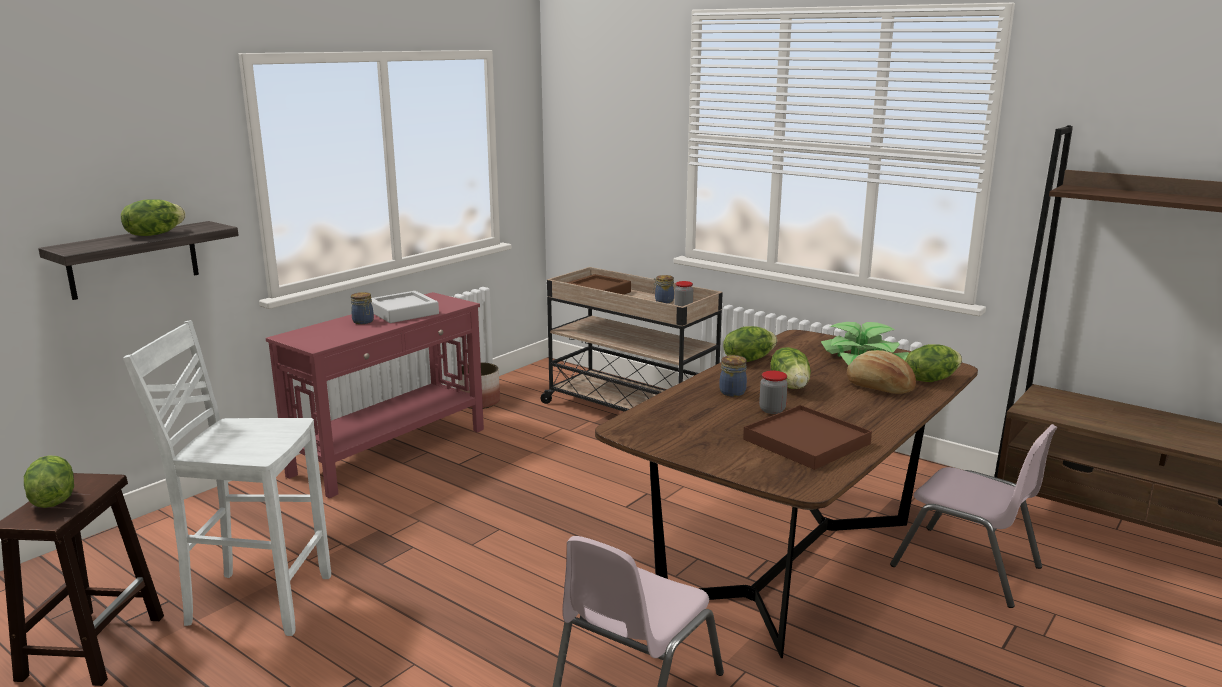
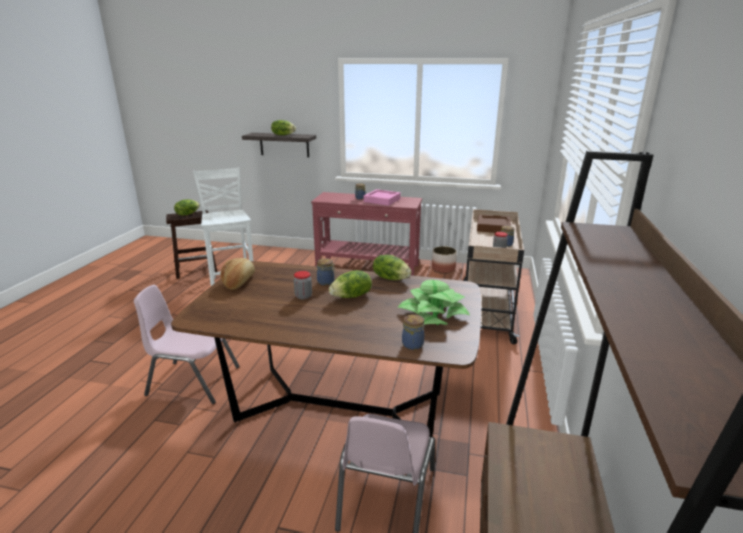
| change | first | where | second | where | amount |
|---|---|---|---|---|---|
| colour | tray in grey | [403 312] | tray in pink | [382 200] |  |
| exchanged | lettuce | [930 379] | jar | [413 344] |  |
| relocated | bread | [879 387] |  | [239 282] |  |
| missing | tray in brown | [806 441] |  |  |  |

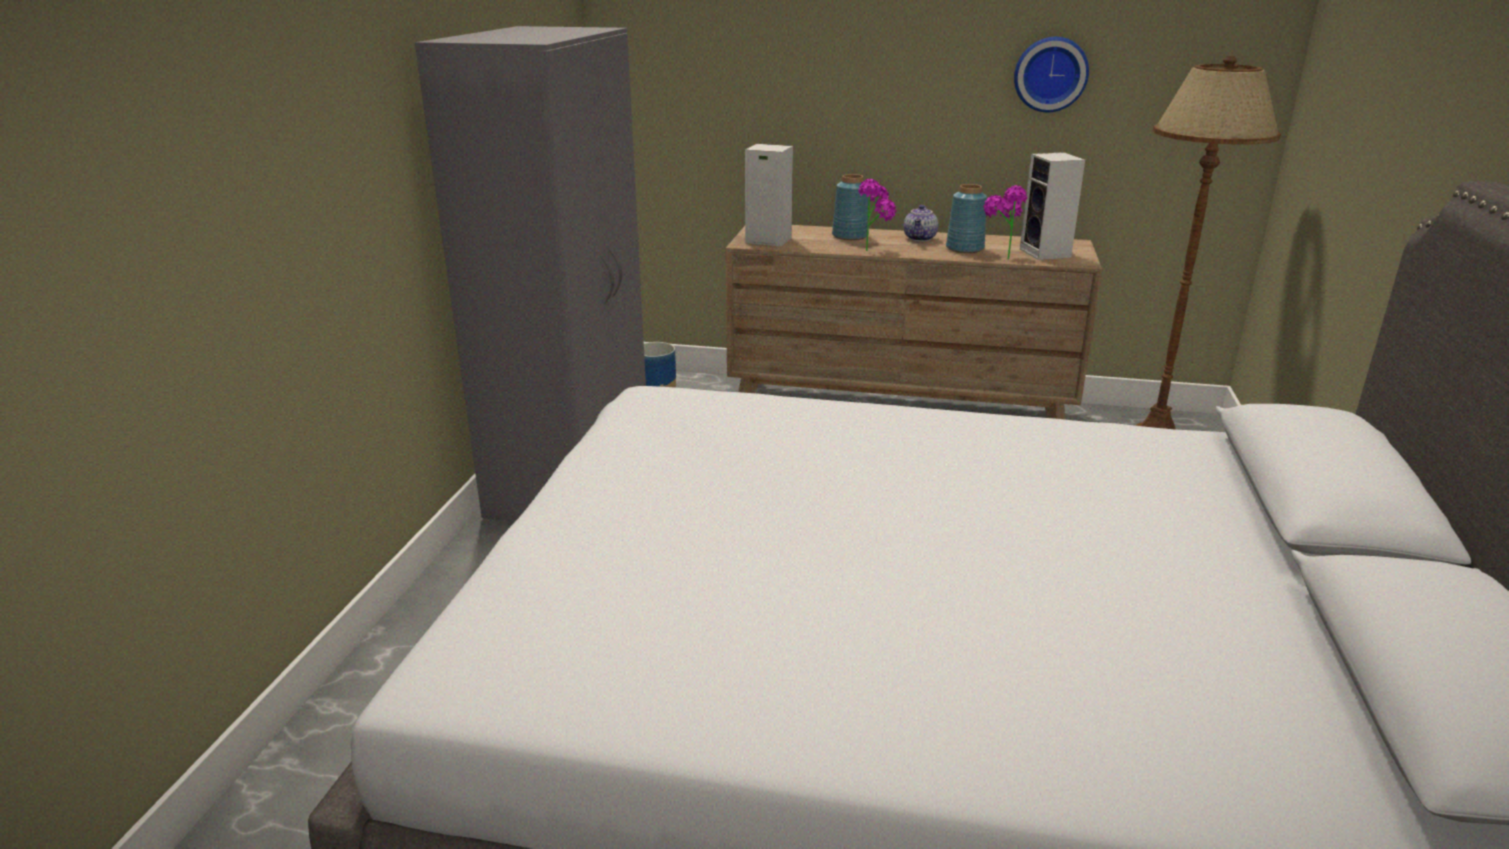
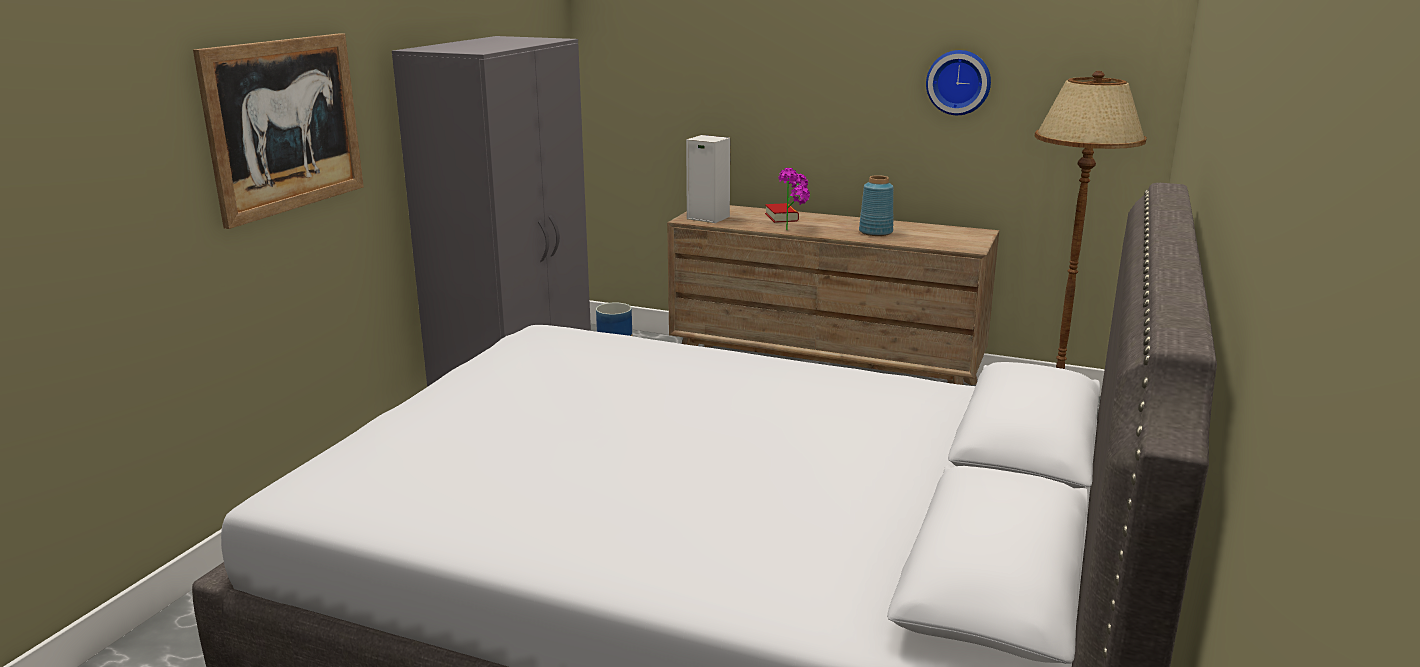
| change | first | where | second | where | amount |
|---|---|---|---|---|---|
| missing | speaker | [1047 254] |  |  |  |
| exchanged | vase in blue | [849 236] | book | [781 217] |  |
| missing | potted plant | [999 257] |  |  |  |
| missing | teapot | [920 238] |  |  |  |
| appeared |  |  | picture | [284 125] |  |

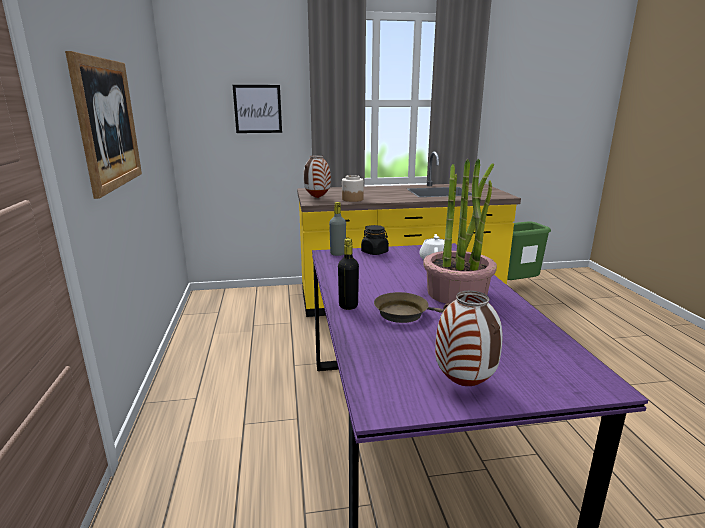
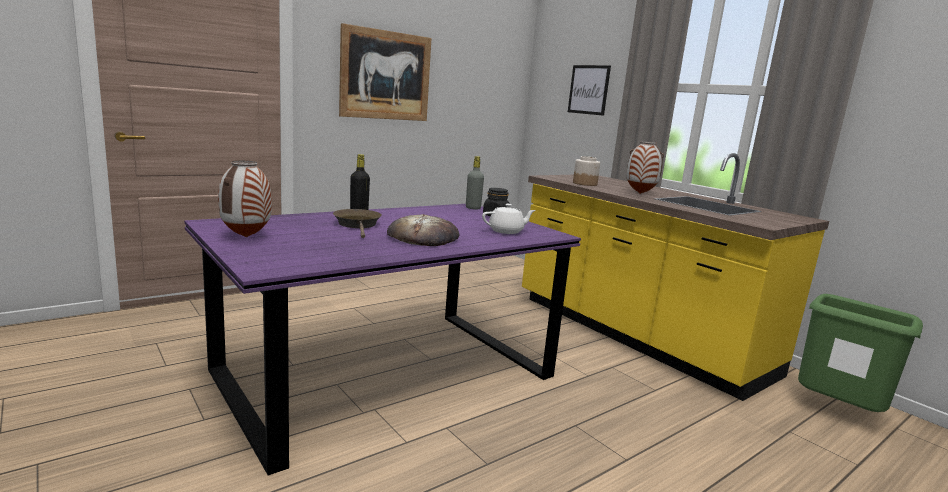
| change | first | where | second | where | amount |
|---|---|---|---|---|---|
| relocated | vase | [317 198] |  | [640 193] |  |
| exchanged | potted plant | [457 293] | bread | [423 237] |  |

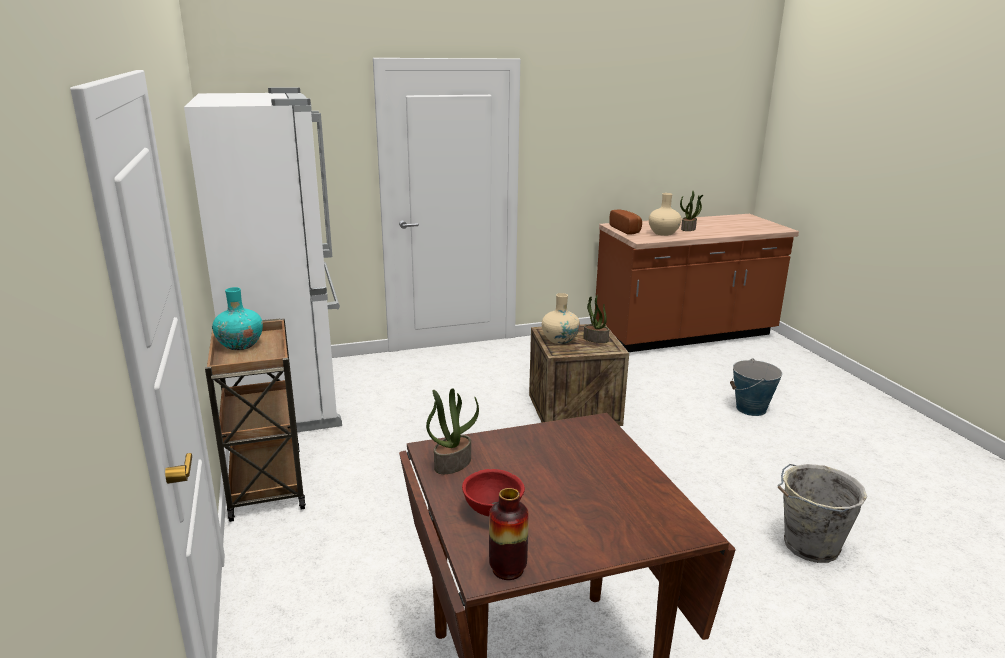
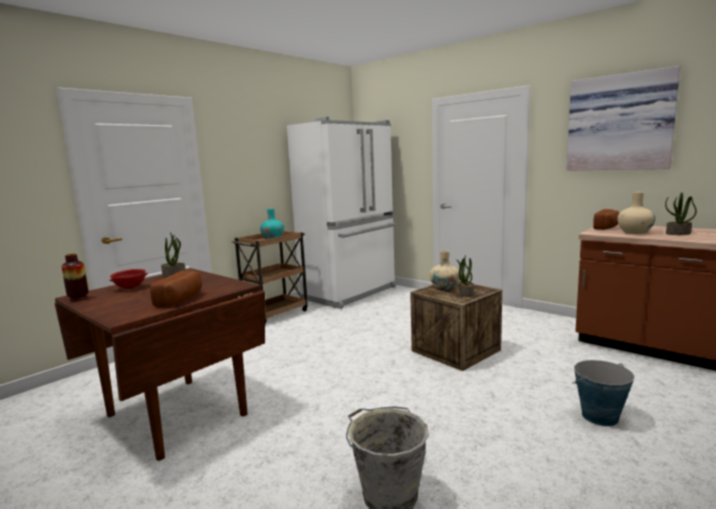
| change | first | where | second | where | amount |
|---|---|---|---|---|---|
| appeared |  |  | picture | [619 123] |  |
| appeared |  |  | bread | [182 299] |  |

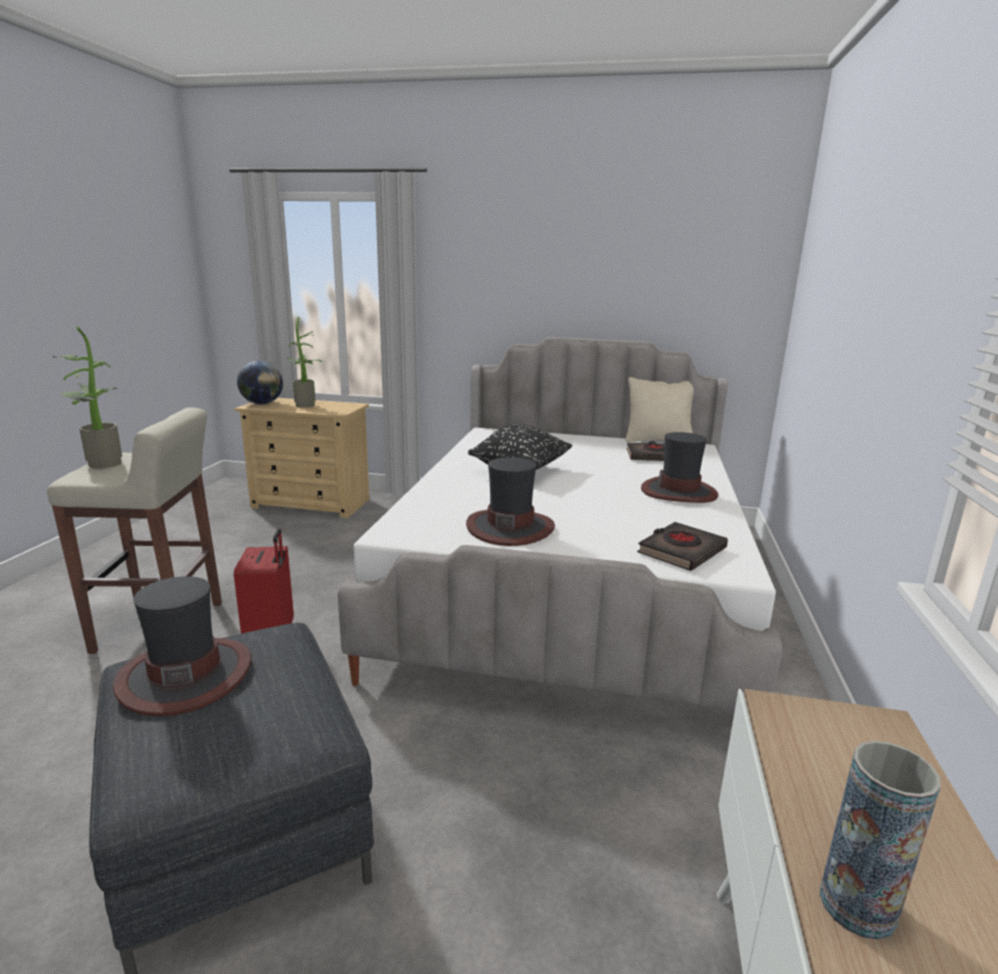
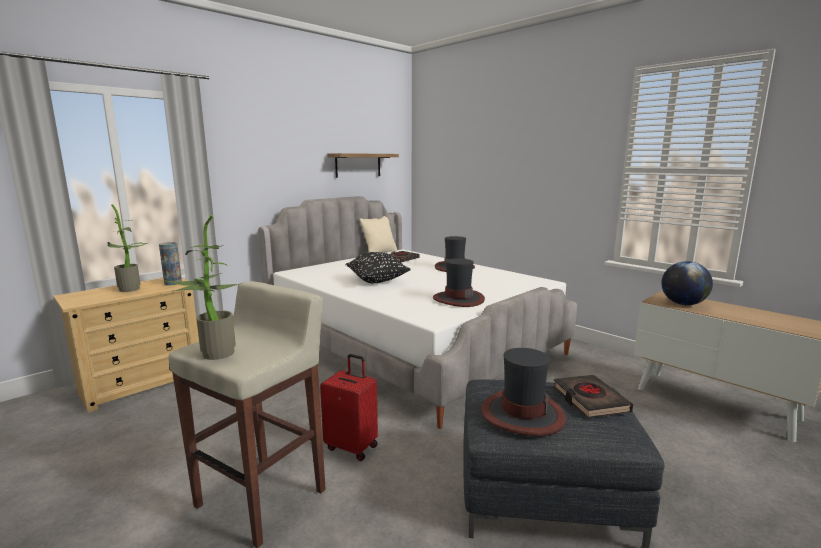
| change | first | where | second | where | amount |
|---|---|---|---|---|---|
| relocated | globe | [262 404] |  | [683 304] |  |
| relocated | book in black | [681 551] |  | [590 400] |  |
| relocated | vase | [857 905] |  | [173 283] |  |
| appeared |  |  | shelf | [358 165] |  |

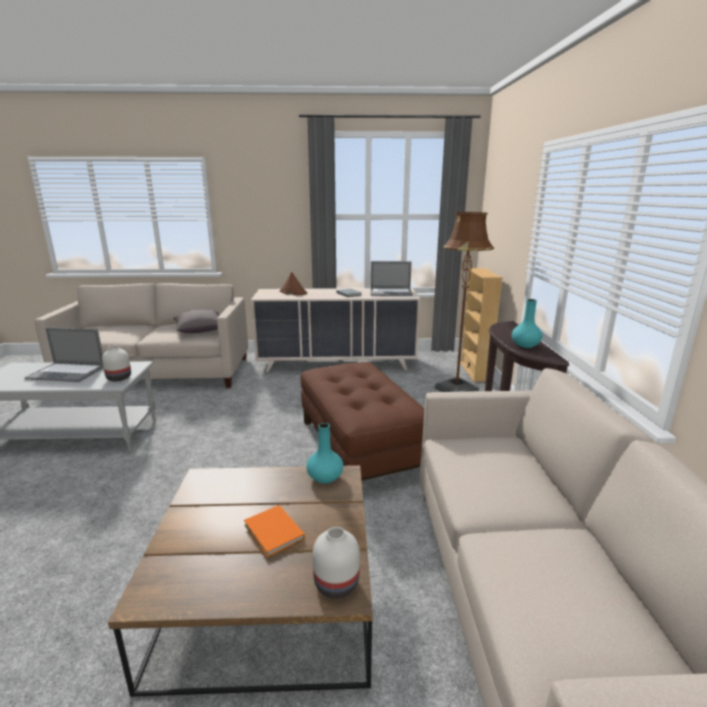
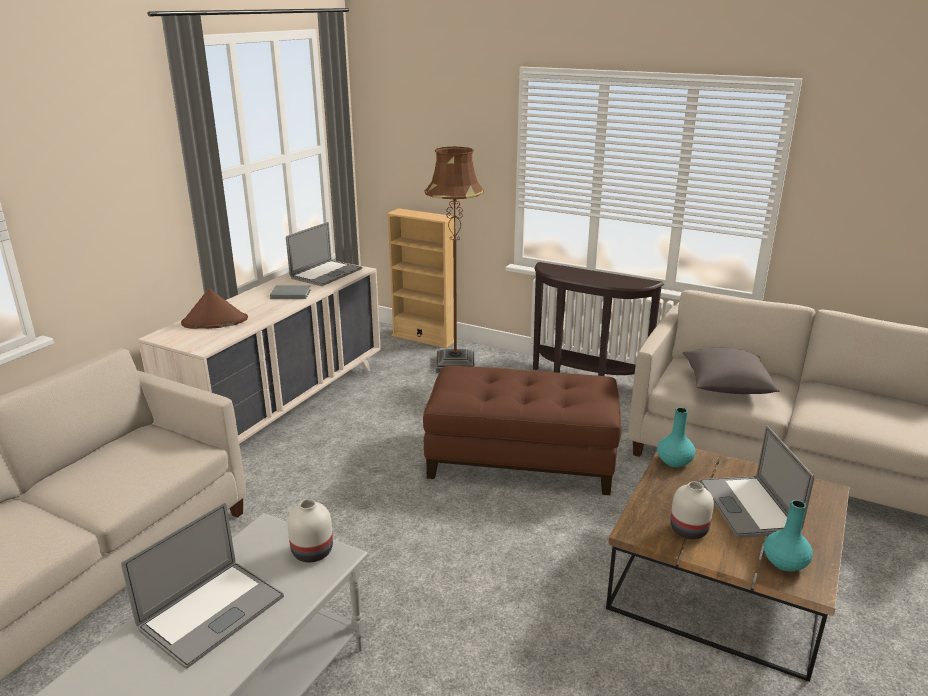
| change | first | where | second | where | amount |
|---|---|---|---|---|---|
| relocated | vase in turquoise | [525 345] |  | [784 563] |  |
| relocated | pillow in grey | [199 331] |  | [726 386] |  |
| exchanged | book in orange | [273 533] | laptop | [748 506] |  |
| relocated | vase in white | [335 584] |  | [689 531] |  |

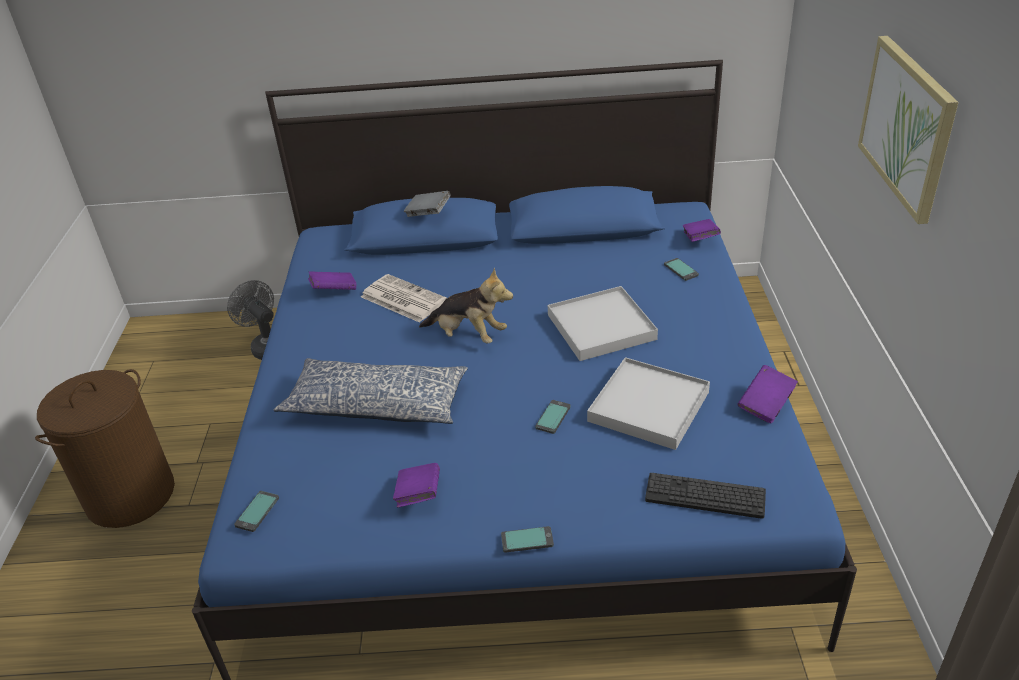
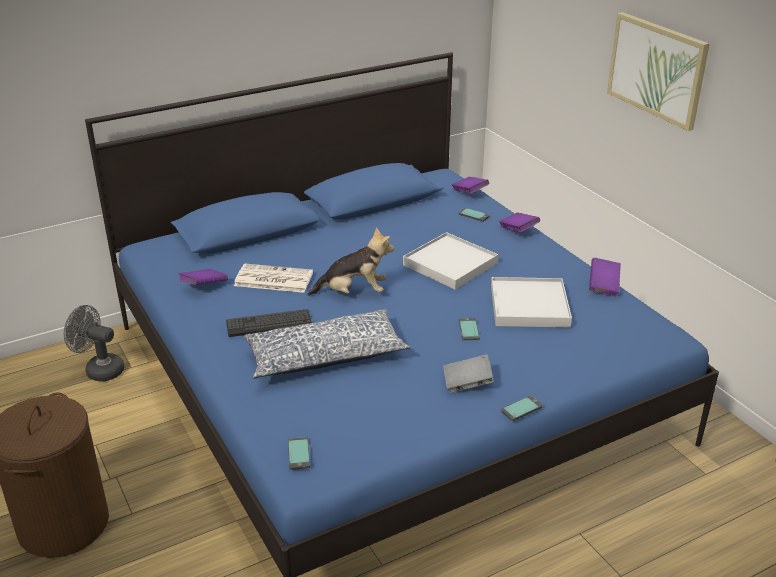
| change | first | where | second | where | amount |
|---|---|---|---|---|---|
| relocated | book in grey | [428 213] |  | [467 383] |  |
| relocated | book in purple | [419 495] |  | [518 230] |  |
| relocated | keyboard | [705 496] |  | [269 324] |  |

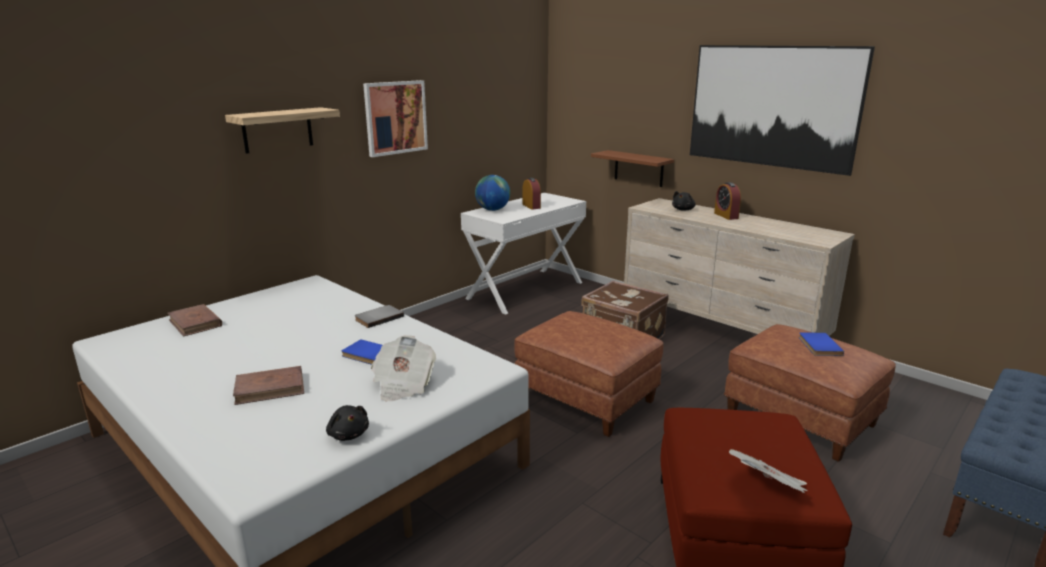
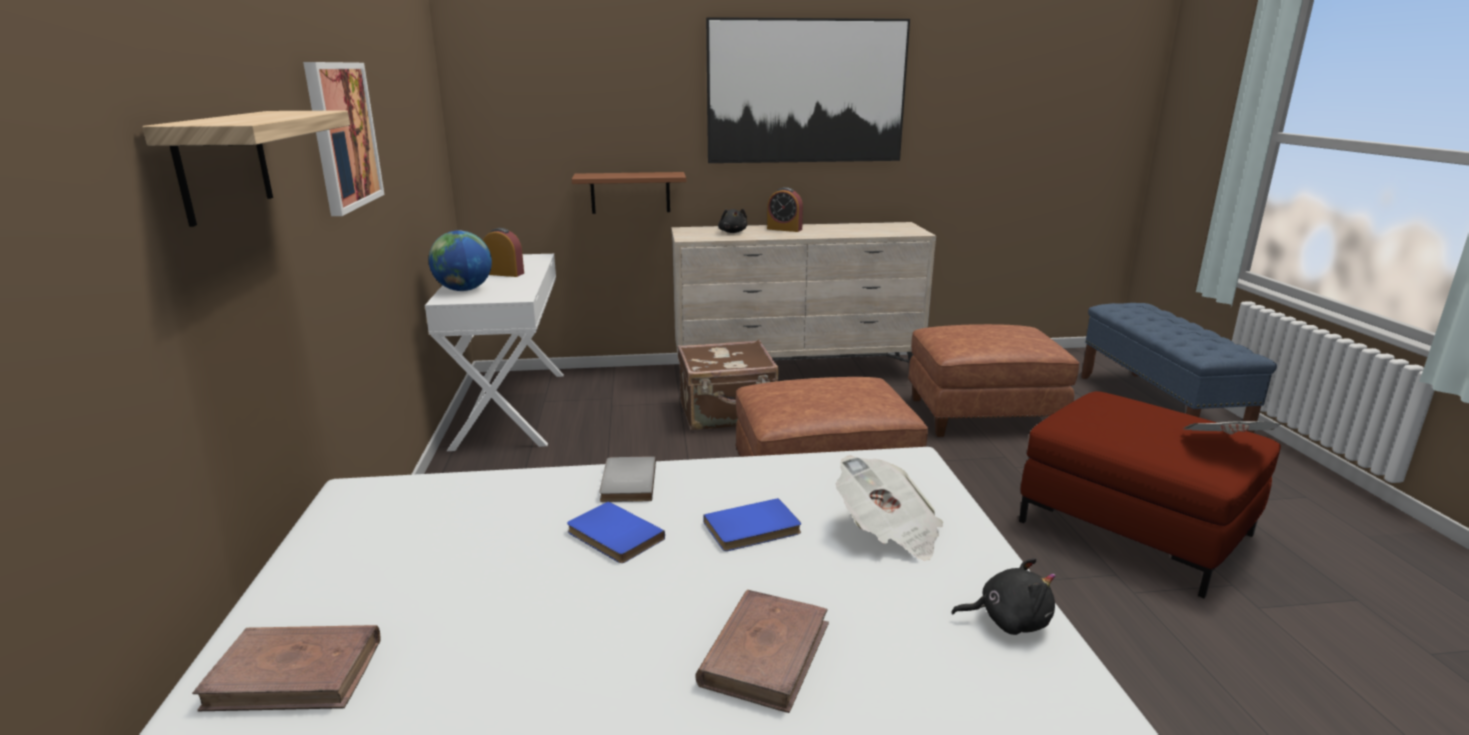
| change | first | where | second | where | amount |
|---|---|---|---|---|---|
| relocated | book in blue | [818 346] |  | [612 536] |  |

